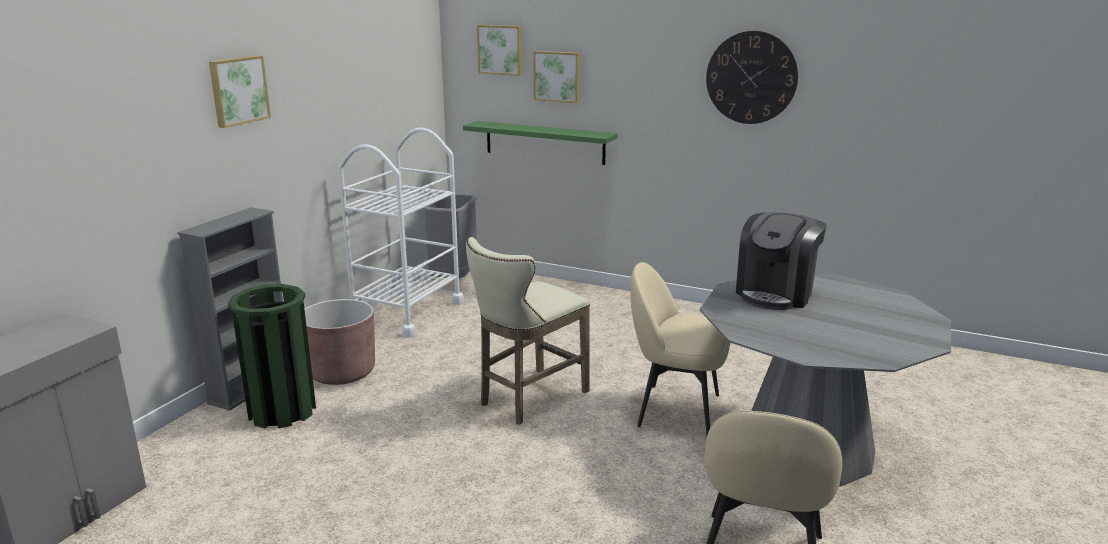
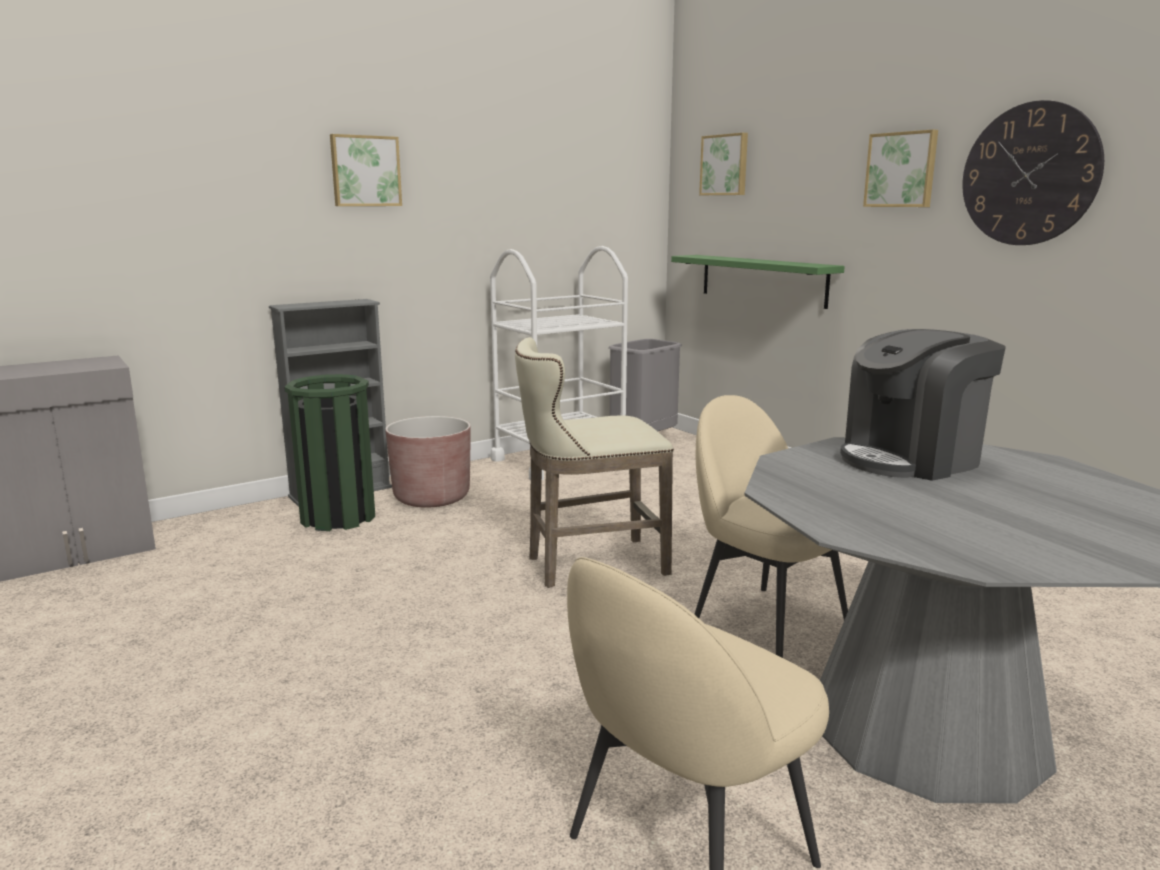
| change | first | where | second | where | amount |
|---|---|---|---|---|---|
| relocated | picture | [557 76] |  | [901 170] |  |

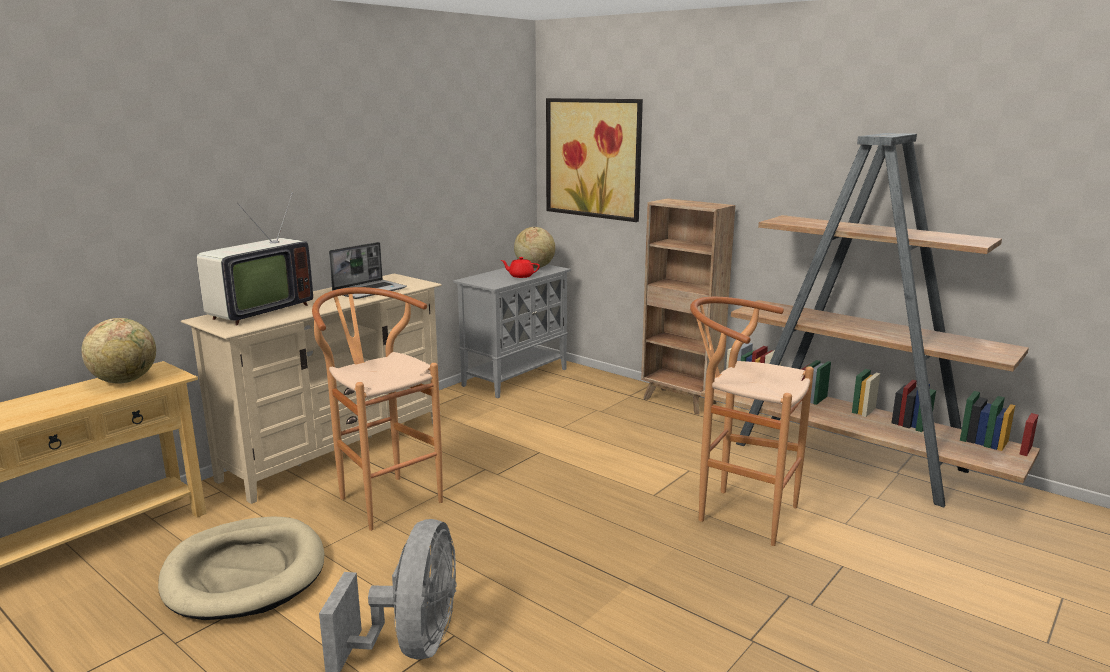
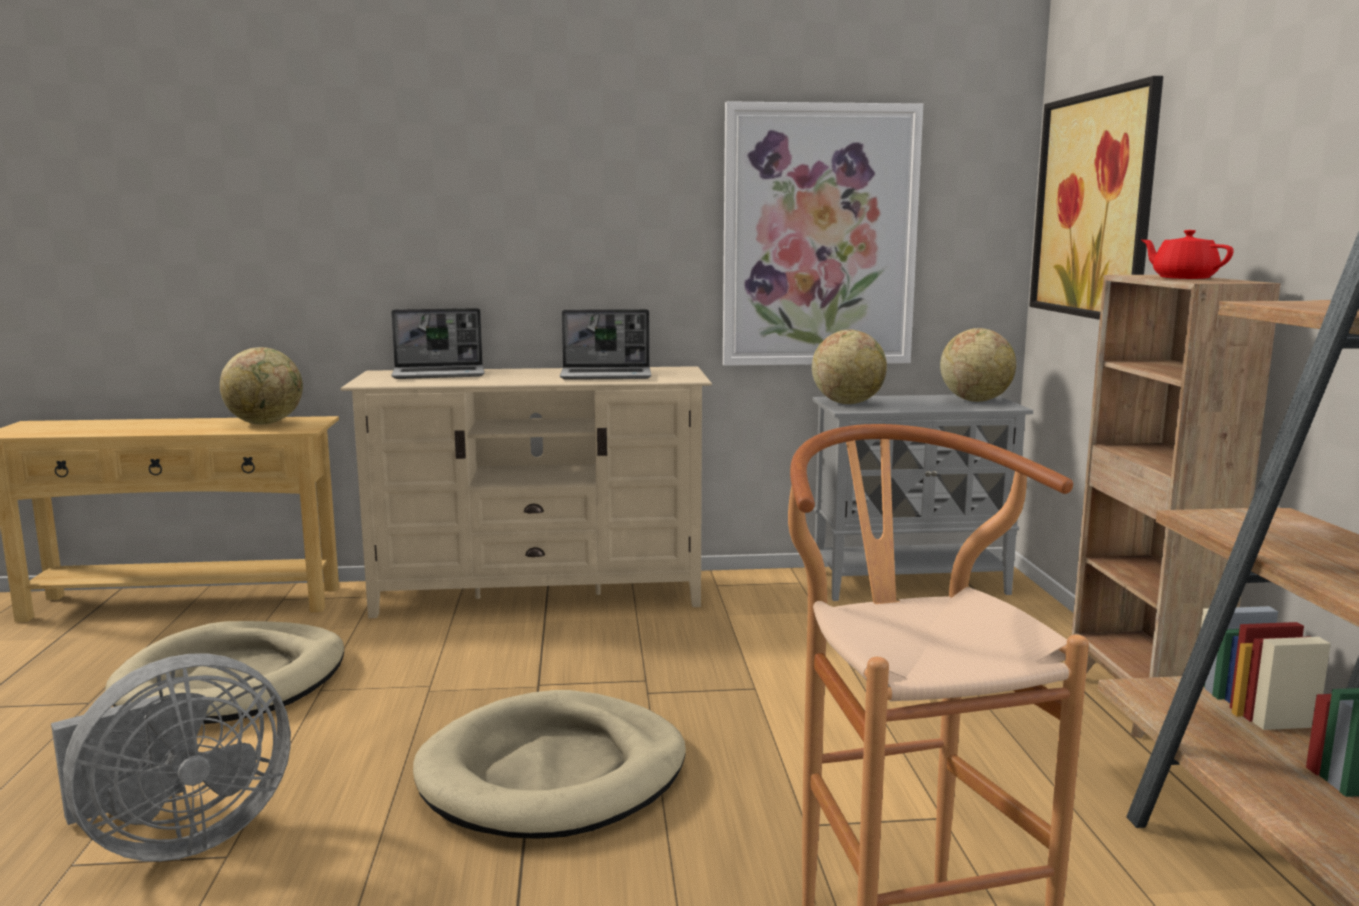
| change | first | where | second | where | amount |
|---|---|---|---|---|---|
| exchanged | television | [256 311] | laptop | [440 374] |  |
| relocated | teapot in red | [520 276] |  | [1183 278] |  |
| missing | stool in brown | [383 497] |  |  |  |
| appeared |  |  | picture | [819 236] |  |
| appeared |  |  | globe | [847 403] |  |
| appeared |  |  | dog bed in beige | [553 773] |  |

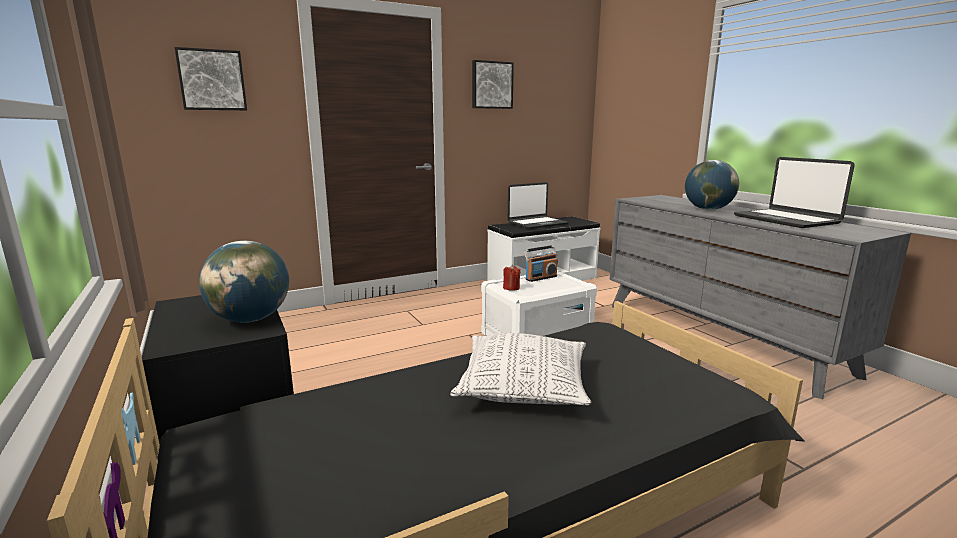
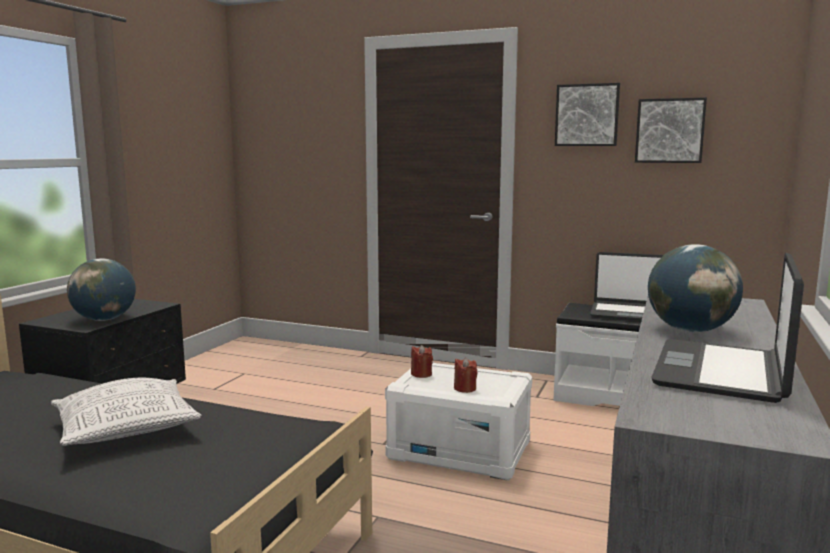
| change | first | where | second | where | amount |
|---|---|---|---|---|---|
| relocated | picture | [212 80] |  | [670 131] |  |
| missing | radio | [541 278] |  |  |  |
| appeared |  |  | candle in red | [465 388] |  |

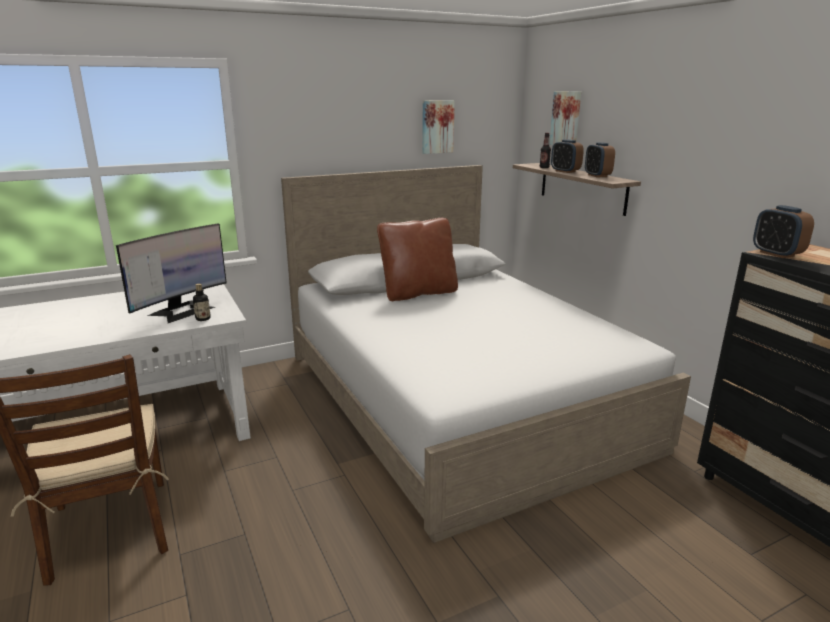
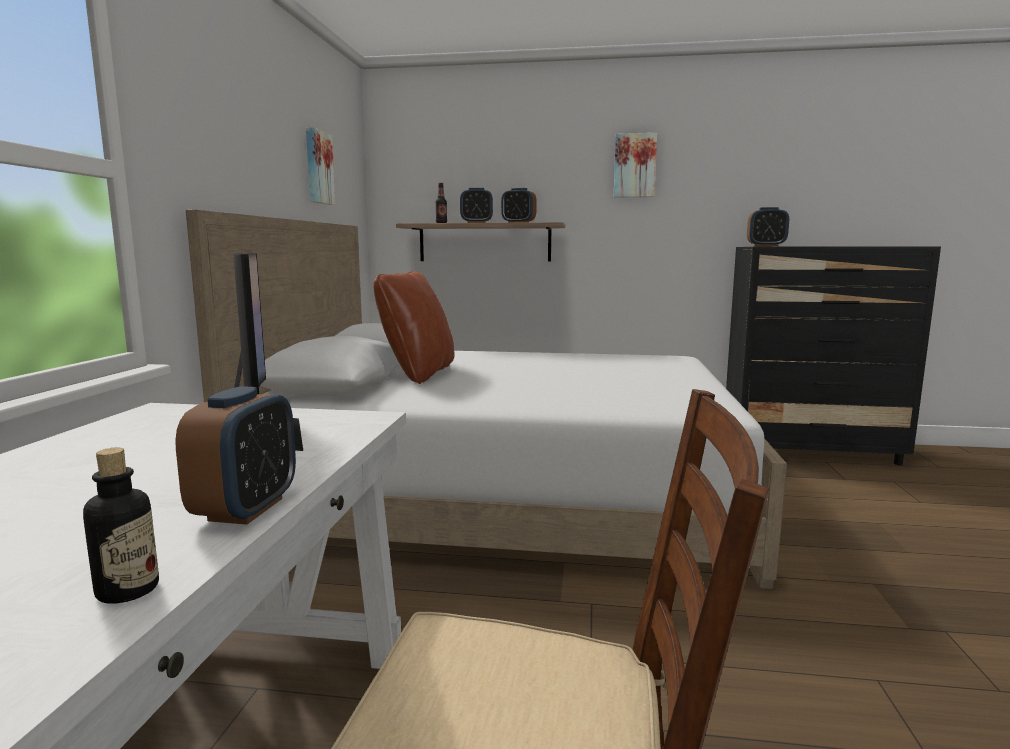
| change | first | where | second | where | amount |
|---|---|---|---|---|---|
| relocated | picture | [566 119] |  | [634 166] |  |
| relocated | bottle | [203 319] |  | [127 590] |  |
| appeared |  |  | alarm clock | [246 509] |  |

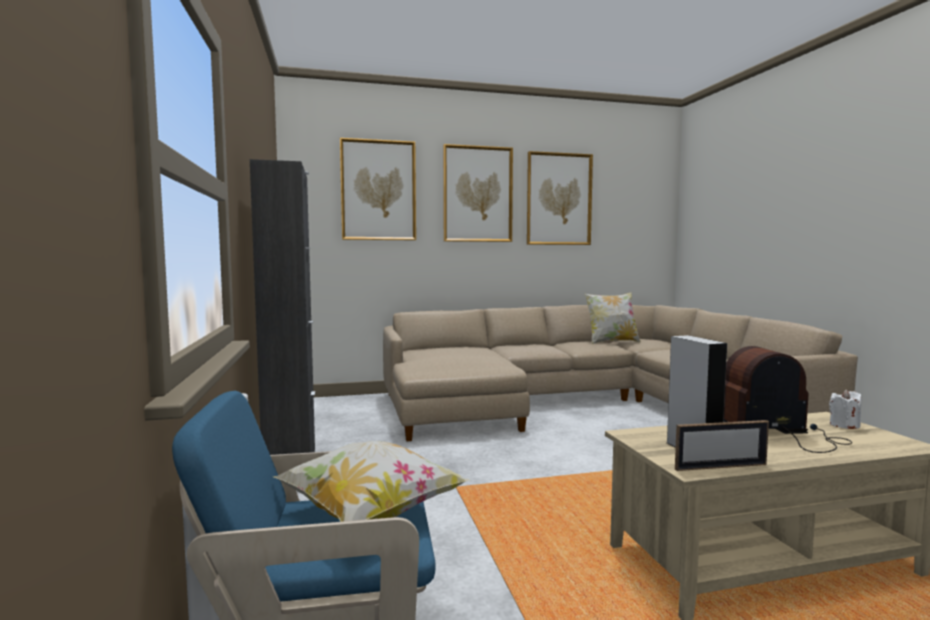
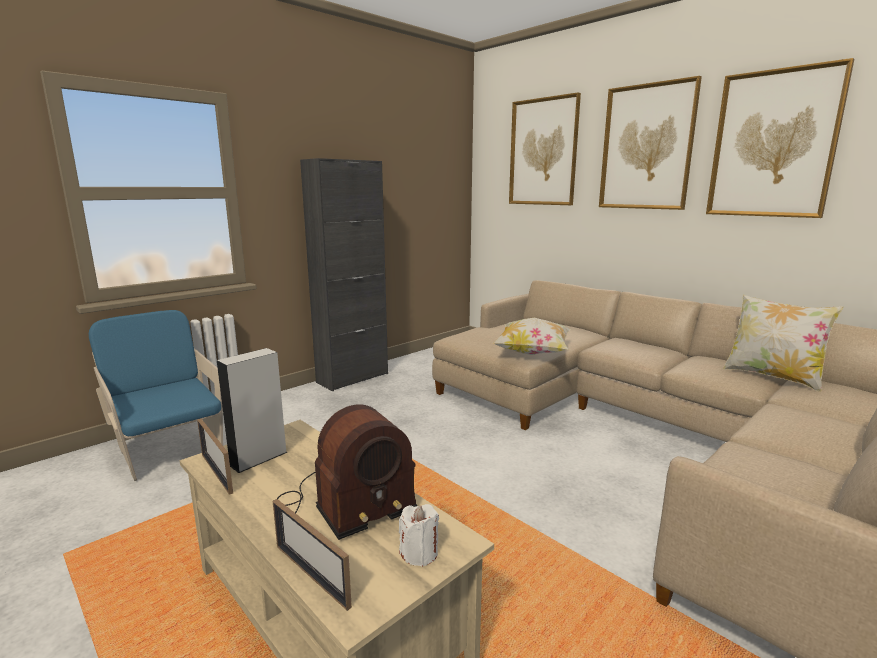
| change | first | where | second | where | amount |
|---|---|---|---|---|---|
| spun | radio | [782 434] |  | [344 504] | 90 degrees clockwise |
| relocated | pillow | [371 513] |  | [532 353] |  |
| appeared |  |  | picture frame | [311 575] |  |

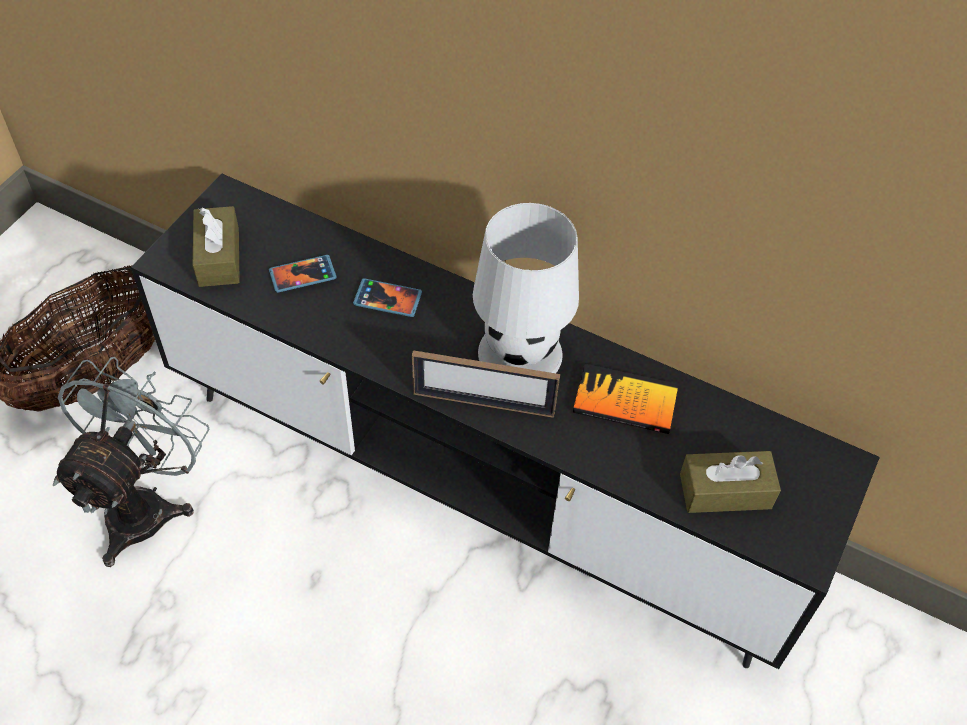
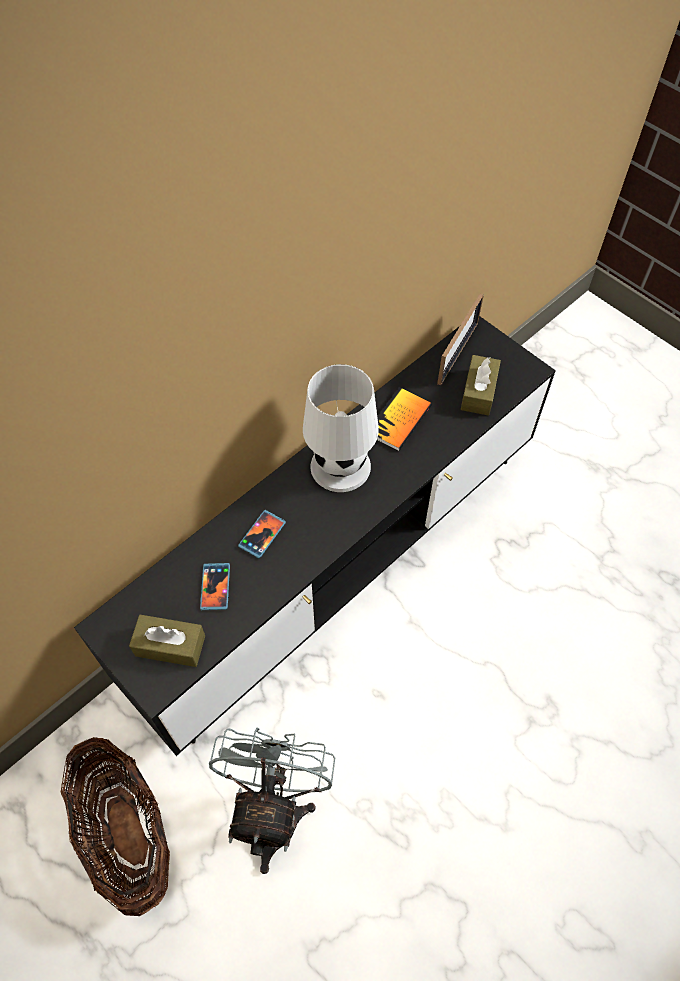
| change | first | where | second | where | amount |
|---|---|---|---|---|---|
| relocated | picture frame | [483 403] |  | [457 353] |  |
| spun | fan in grey | [146 504] |  | [275 808] | 60 degrees clockwise |

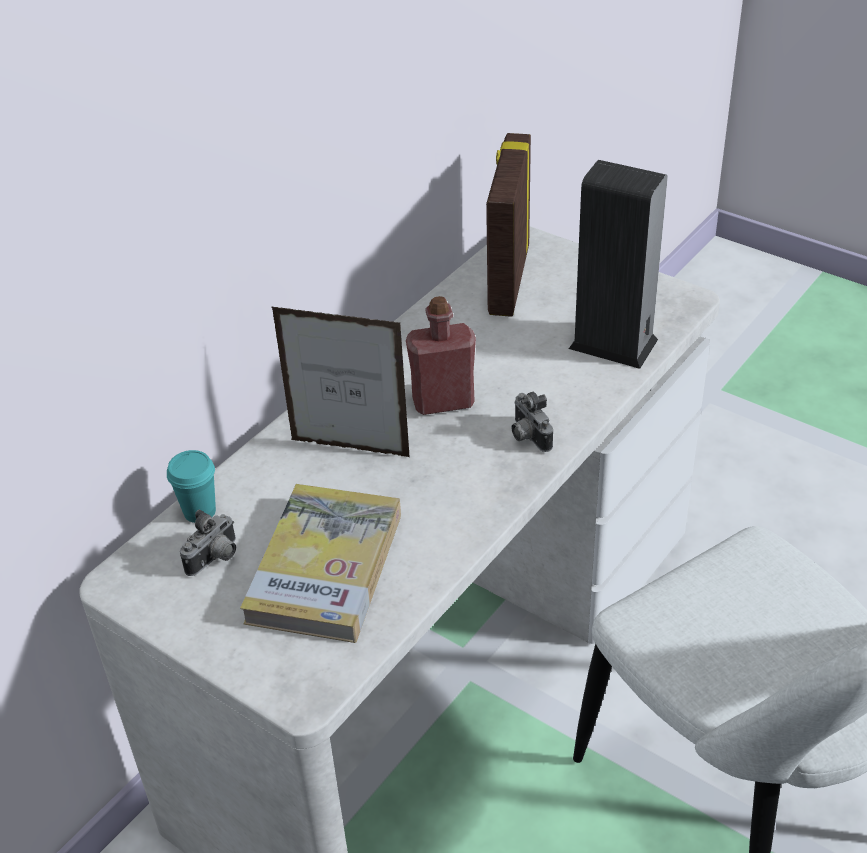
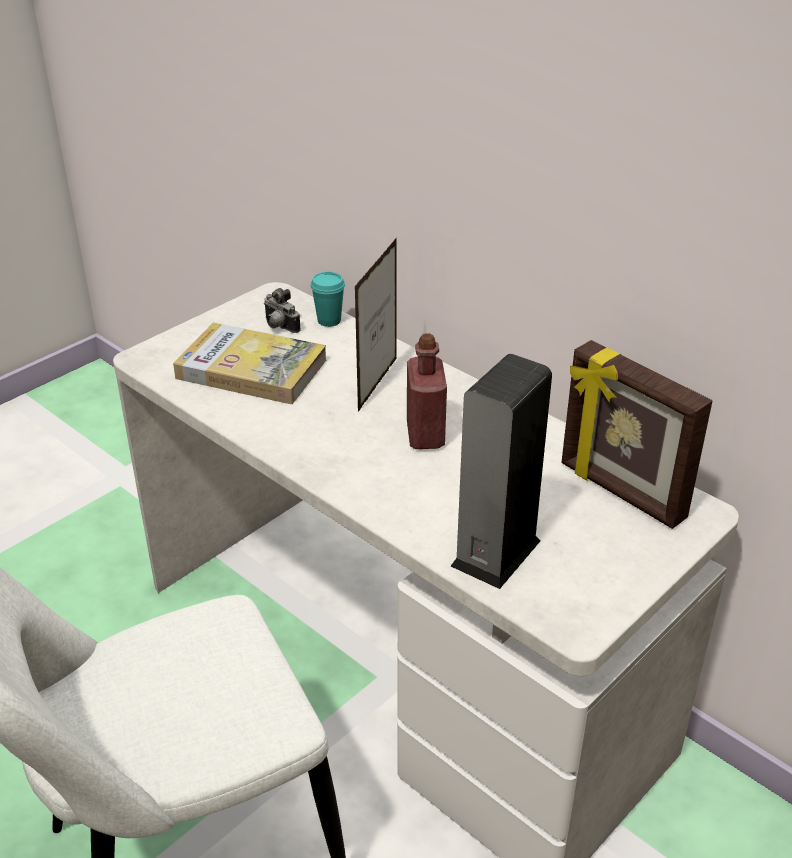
| change | first | where | second | where | amount |
|---|---|---|---|---|---|
| spun | picture frame | [507 280] |  | [620 492] | 150 degrees counterclockwise |
| missing | photo camera | [527 437] |  |  |  |

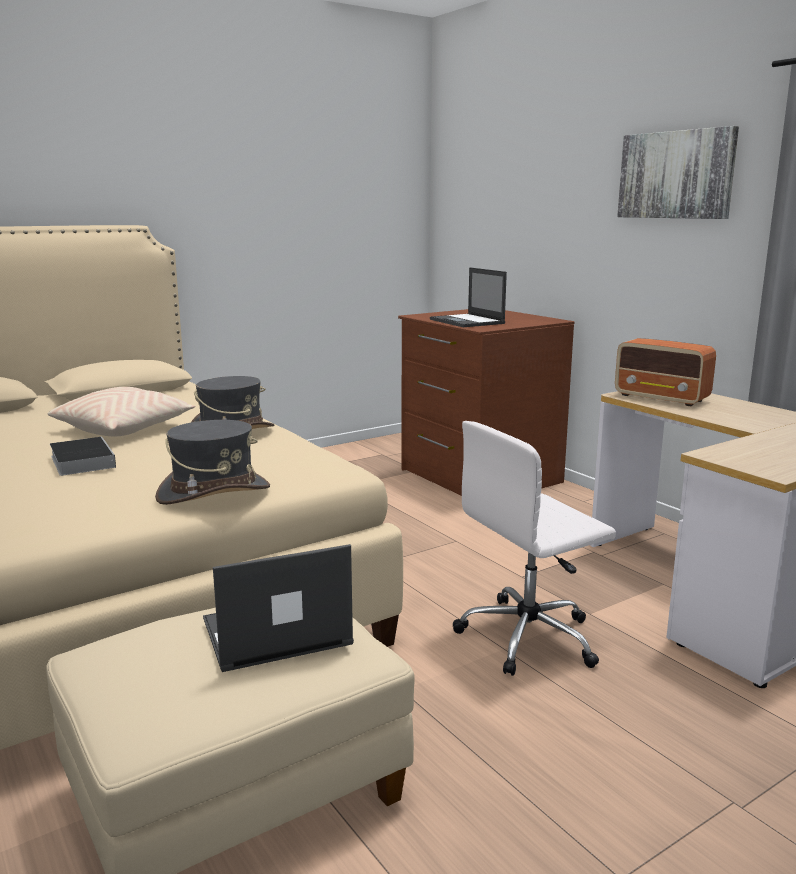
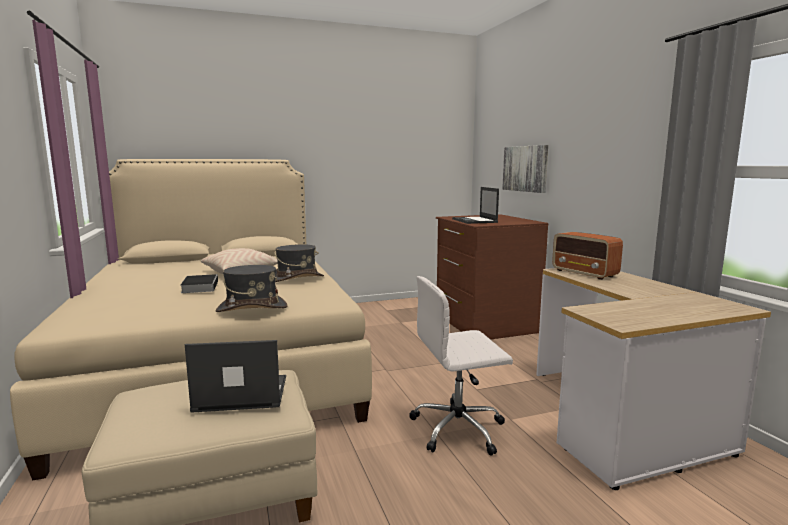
| change | first | where | second | where | amount |
|---|---|---|---|---|---|
| relocated | picture | [676 175] |  | [525 168] |  |

